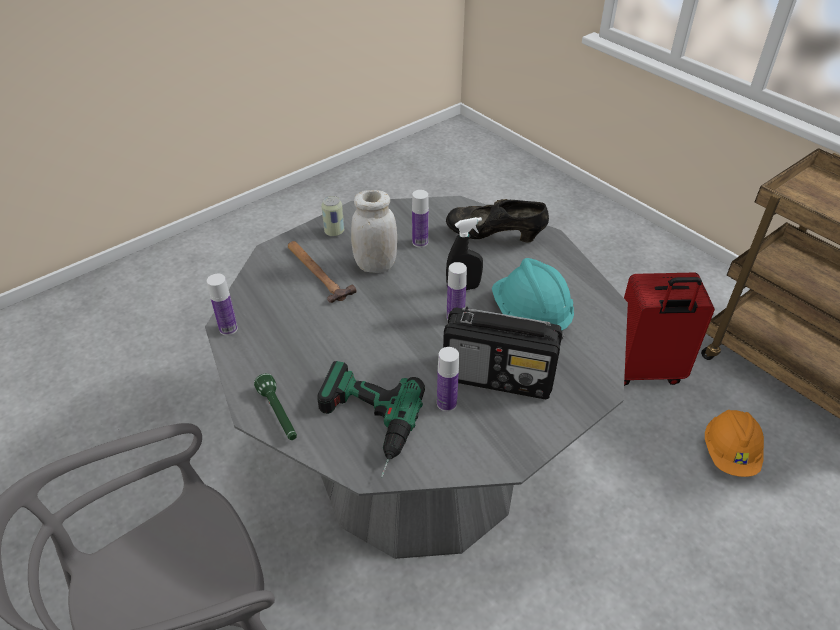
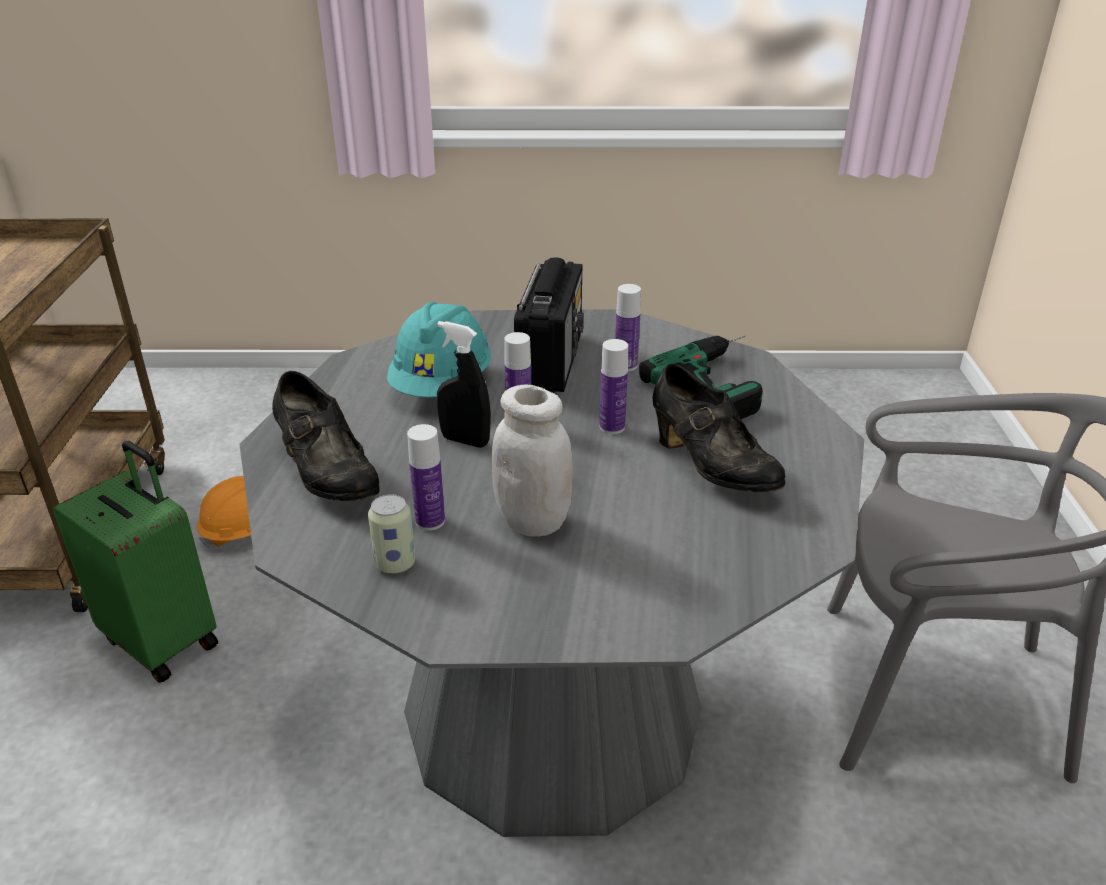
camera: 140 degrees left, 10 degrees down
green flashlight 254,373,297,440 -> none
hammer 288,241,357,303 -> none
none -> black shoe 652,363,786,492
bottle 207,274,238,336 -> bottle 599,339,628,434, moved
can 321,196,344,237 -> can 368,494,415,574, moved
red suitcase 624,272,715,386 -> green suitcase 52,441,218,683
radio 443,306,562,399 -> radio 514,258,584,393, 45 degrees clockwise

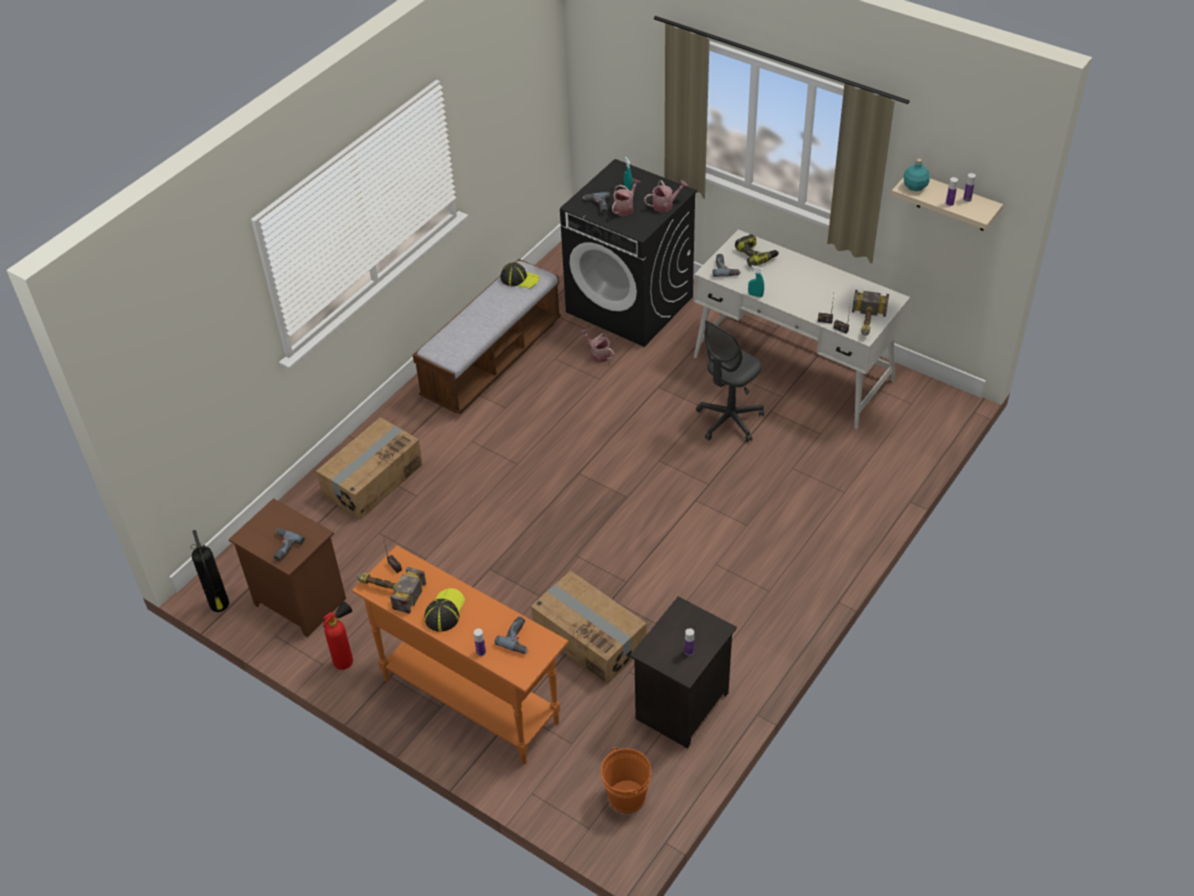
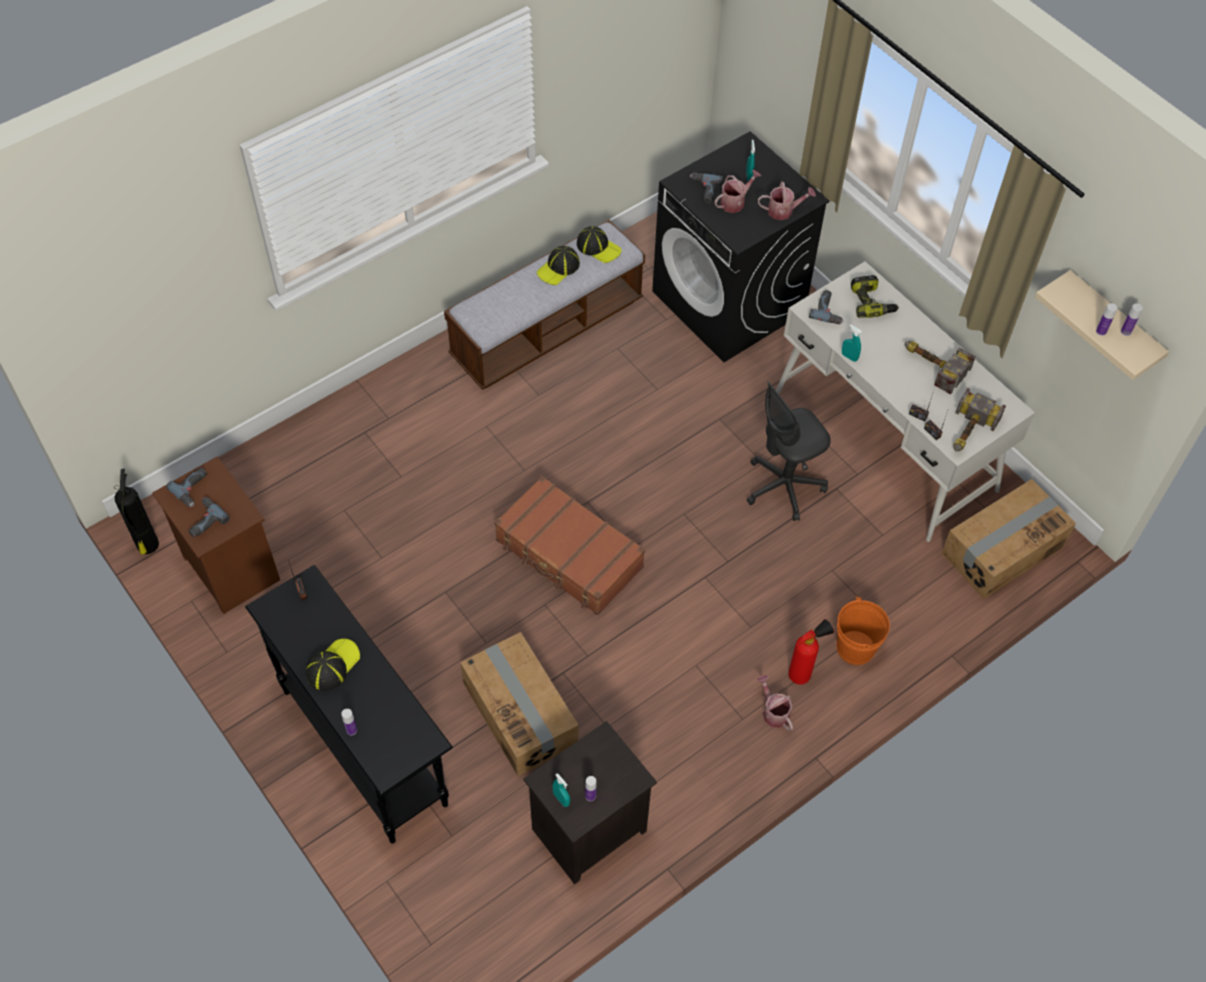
camera: 15 degrees right, 10 degrees up
turquoise bottle 904,159,930,191 -> none
none -> brown suitcase 494,476,645,615
none -> cap 537,246,580,285
none -> turquoise spray bottle 553,773,570,807
cardboard box 316,417,423,520 -> cardboard box 942,479,1076,599, moved
fire extinguisher 323,601,353,670 -> fire extinguisher 788,619,834,685, moved
hammer 357,567,426,614 -> hammer 905,341,976,395, moved
power drill 495,616,528,654 -> power drill 166,468,207,507, moved
watering can 580,328,615,363 -> watering can 757,675,793,731, moved
orange bucket 601,747,651,813 -> orange bucket 836,597,890,665, moved
orange console table 352,545,569,764 -> black console table 245,565,453,844

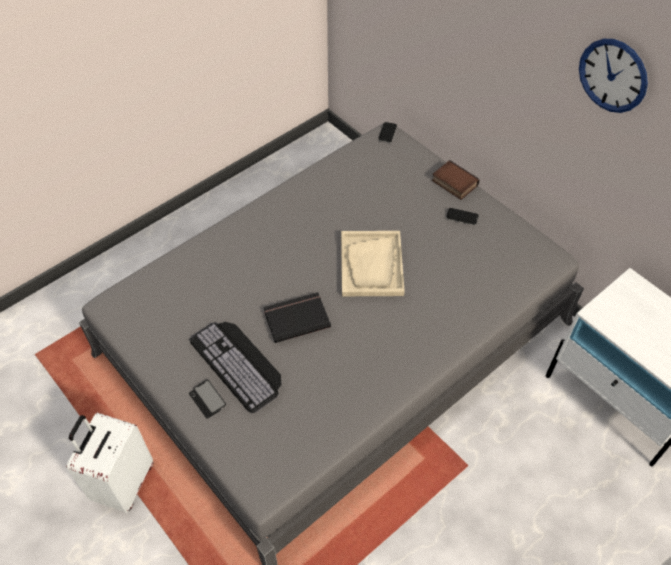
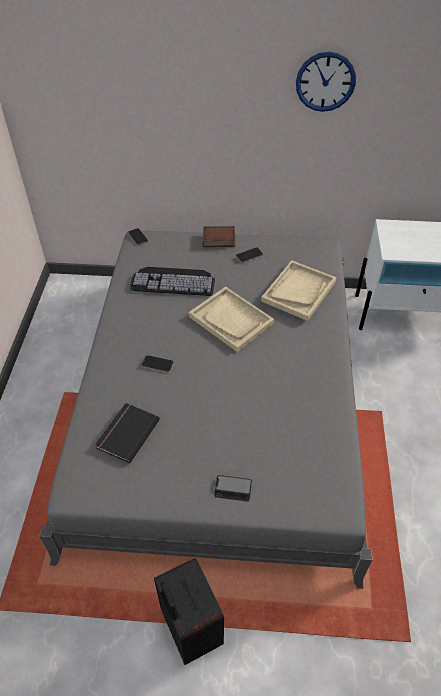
camera: 45 degrees left, 5 degrees down
none -> phone 141,355,174,372
none -> beige tray 261,260,337,321
keyboard 189,322,281,413 -> keyboard 129,267,215,296, moved
black book 263,292,331,343 -> black book 95,403,160,464, moved
white suitcase 66,413,153,513 -> black suitcase 154,558,224,665

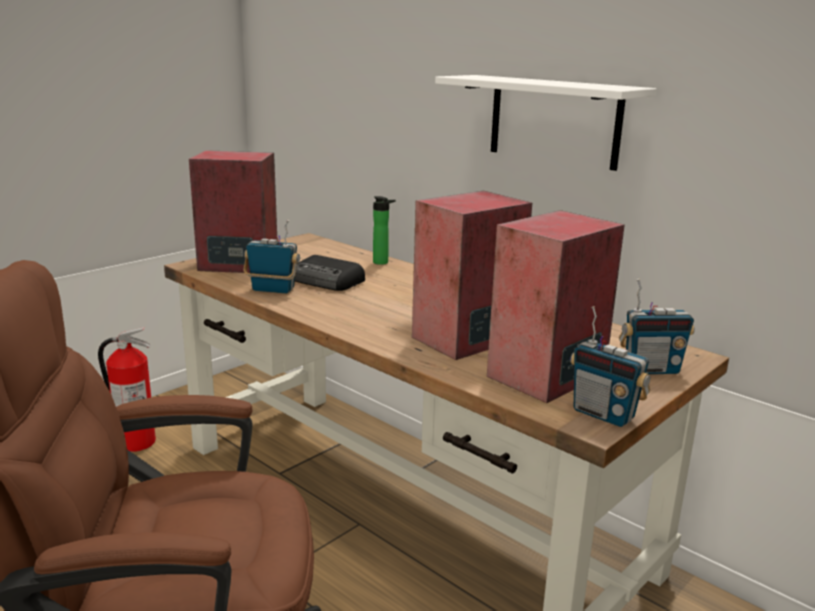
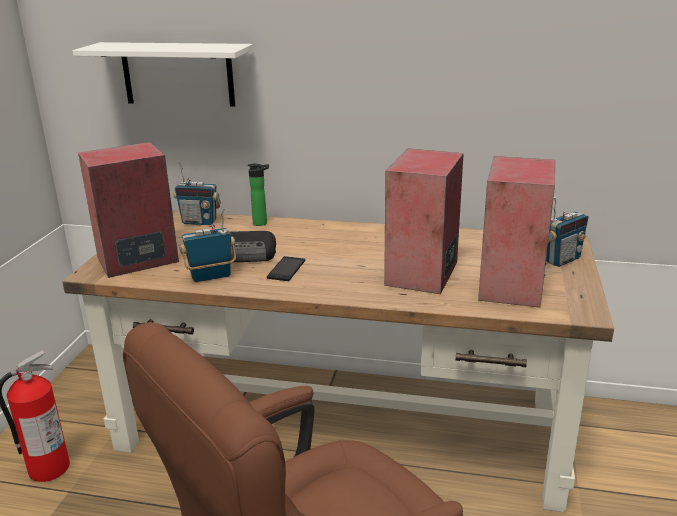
camera: 30 degrees left, 5 degrees up
none -> phone 267,256,305,281
white shelf 435,75,657,171 -> white shelf 72,42,253,107, moved
radio 570,306,650,427 -> radio 174,162,221,225, moved

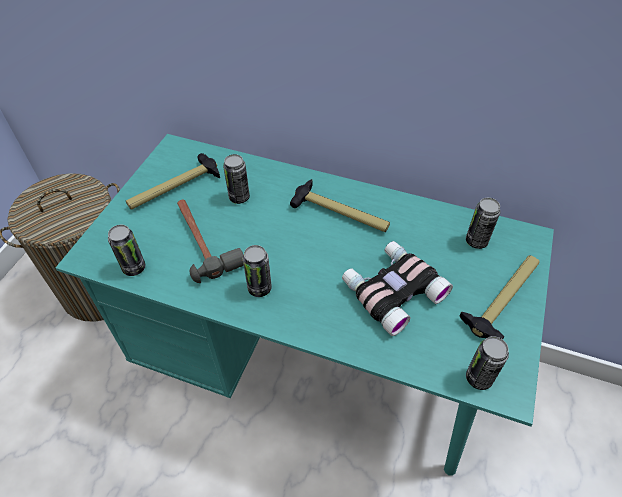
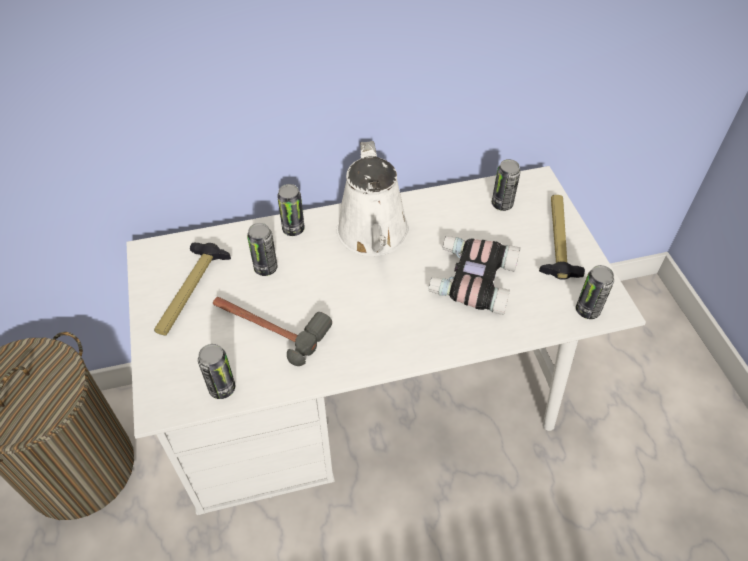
camera: 35 degrees left, 0 degrees up
can 243,245,272,297 -> can 277,184,305,236, moved
hammer 290,179,390,232 -> white watering can 337,141,409,256
turquoise desk 55,134,554,476 -> white desk 126,166,646,515

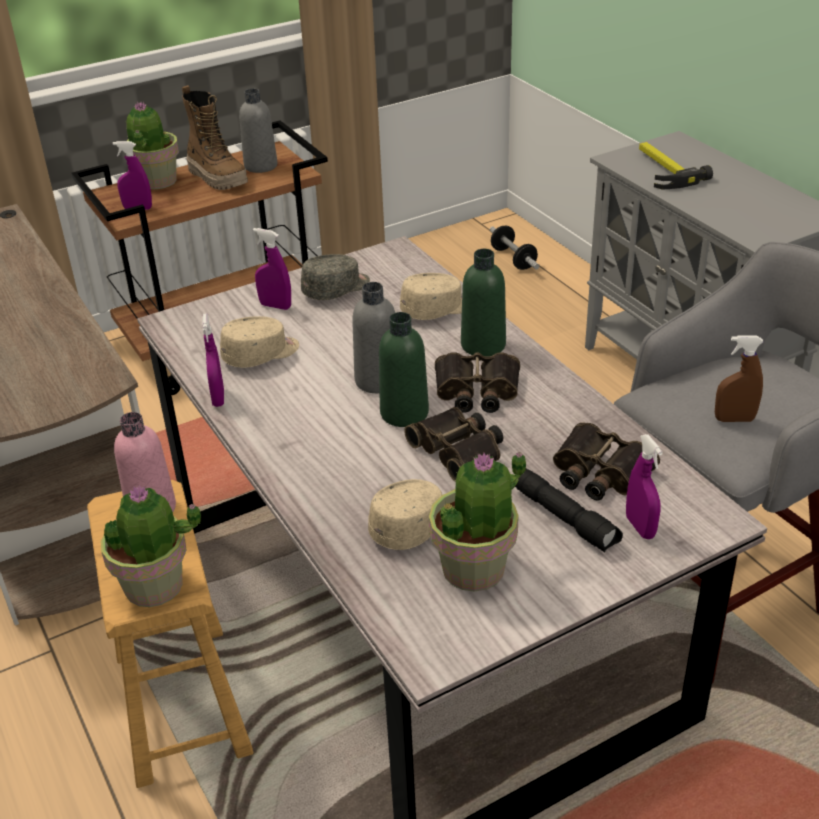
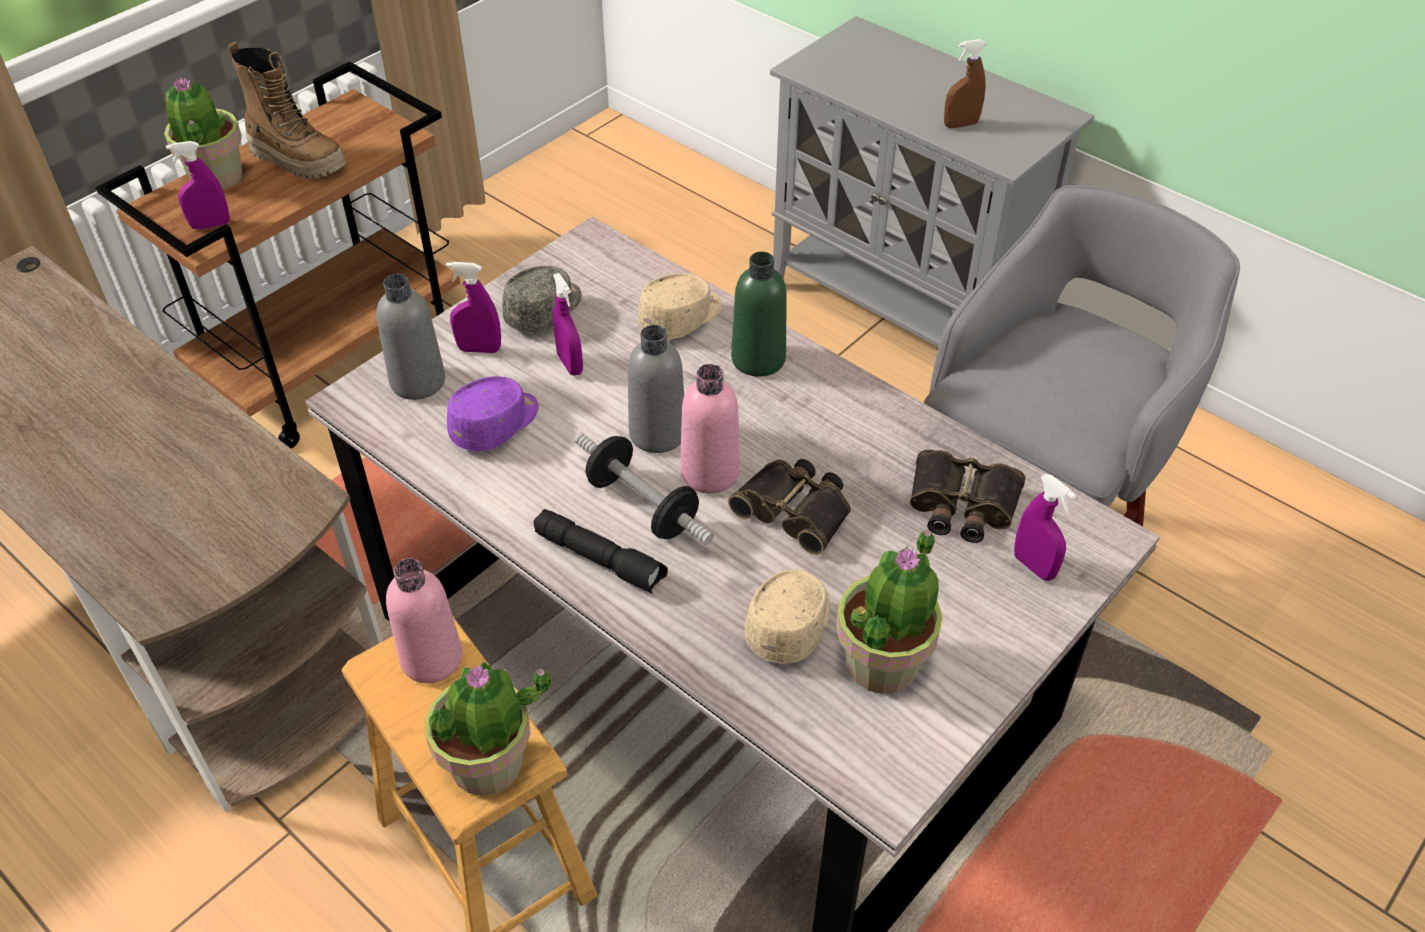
camera: 20 degrees left, 10 degrees up
binoculars 435,352,520,413 -> none
hammer 639,142,713,189 -> none
purple spray bottle 202,314,224,407 -> purple spray bottle 553,273,583,376, moved
grey bottle 239,89,277,173 -> grey bottle 377,274,445,400, moved
dumbbell 490,225,540,270 -> dumbbell 574,433,714,545, moved
black flashlight 515,468,623,553 -> black flashlight 533,509,668,593, moved
brown spray bottle 715,336,763,422 -> brown spray bottle 944,39,986,128, moved
beige cap 220,316,299,368 -> purple cap 447,376,539,452
green bottle 379,312,429,427 -> pink bottle 680,364,740,494

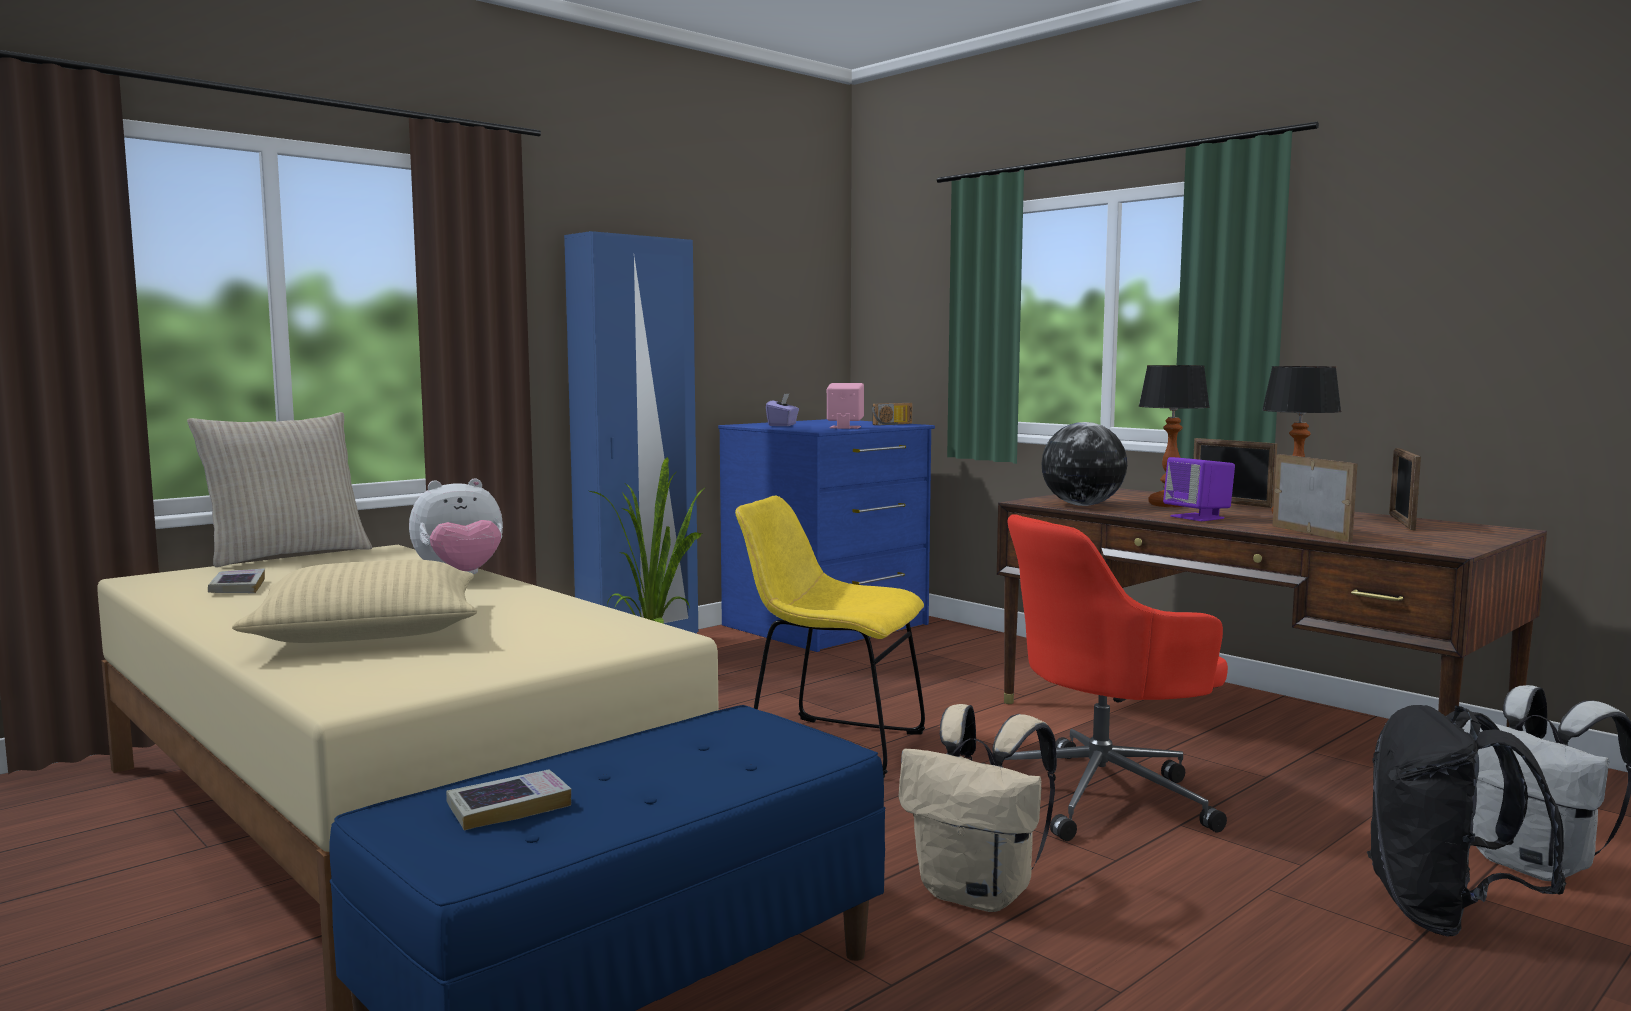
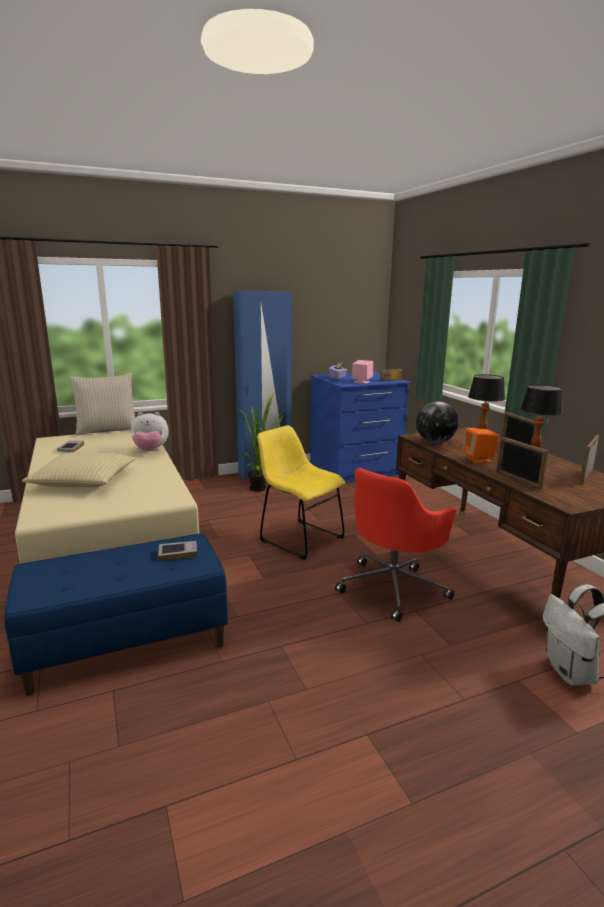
camera: 20 degrees right, 10 degrees up
beige backpack 899,704,1057,912 -> none
black backpack 1367,705,1566,936 -> none
book 446,769,571,831 -> book 158,541,197,560, moved
purple speaker 1163,457,1235,521 -> orange speaker 462,428,499,463
red office chair 984,514,1228,841 -> red office chair 335,468,456,622, 45 degrees counterclockwise
picture frame 1272,454,1358,542 -> picture frame 496,436,548,490, 150 degrees clockwise

